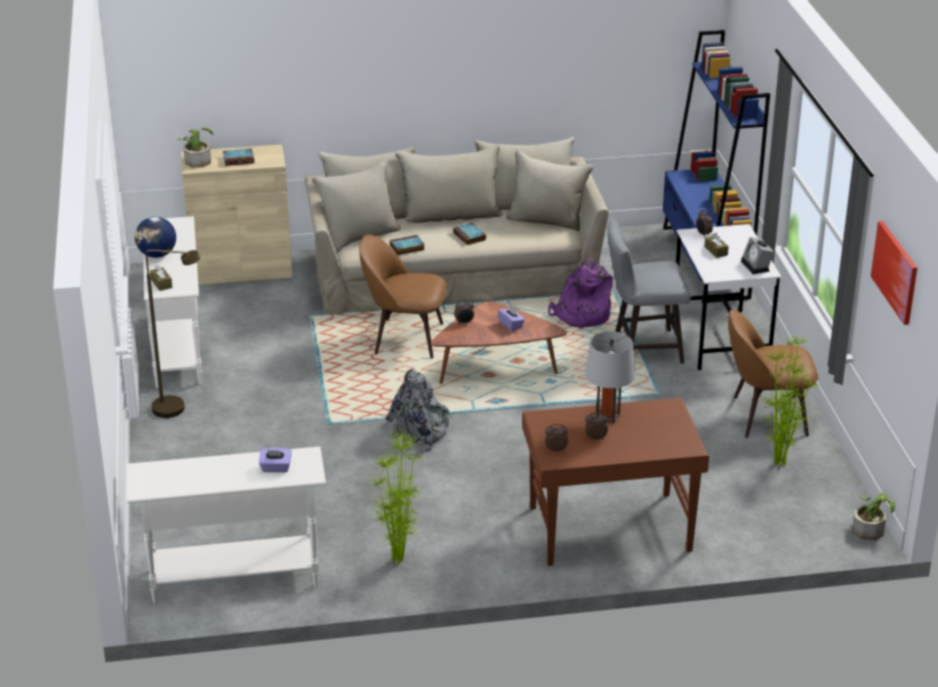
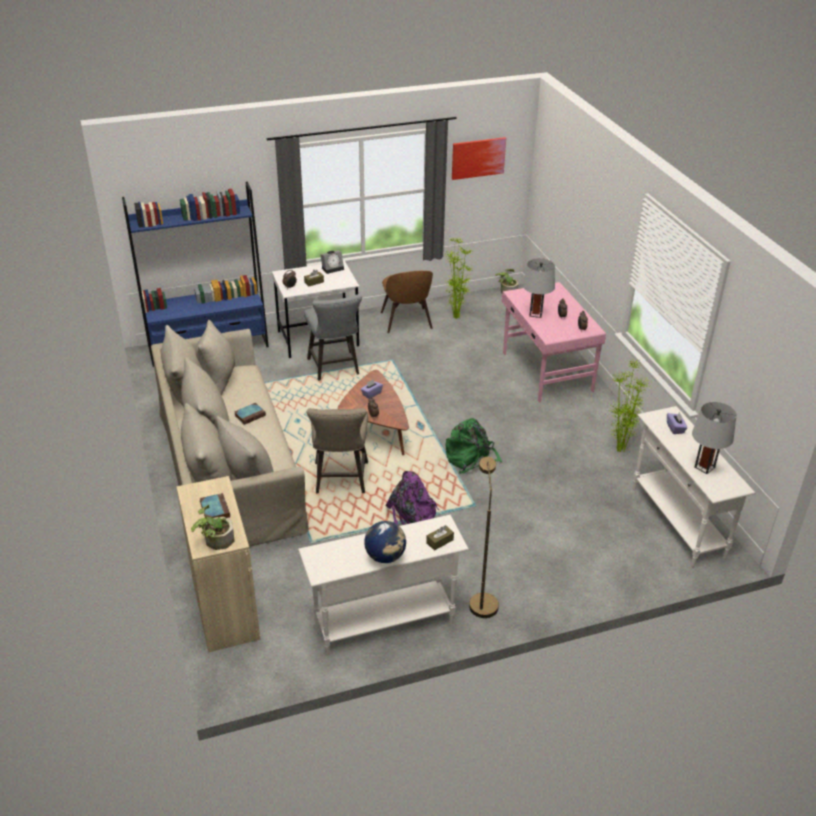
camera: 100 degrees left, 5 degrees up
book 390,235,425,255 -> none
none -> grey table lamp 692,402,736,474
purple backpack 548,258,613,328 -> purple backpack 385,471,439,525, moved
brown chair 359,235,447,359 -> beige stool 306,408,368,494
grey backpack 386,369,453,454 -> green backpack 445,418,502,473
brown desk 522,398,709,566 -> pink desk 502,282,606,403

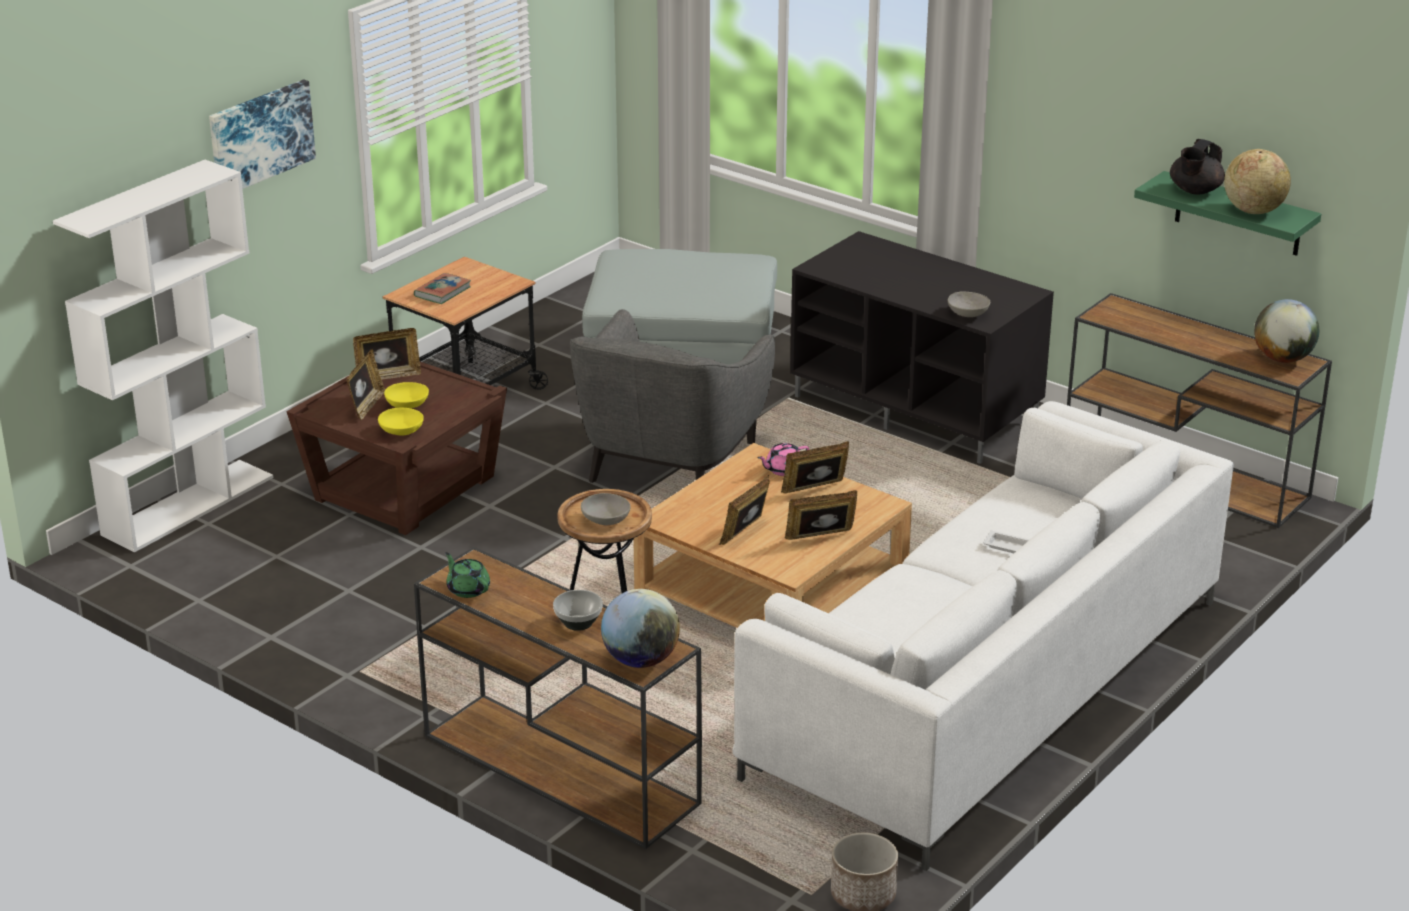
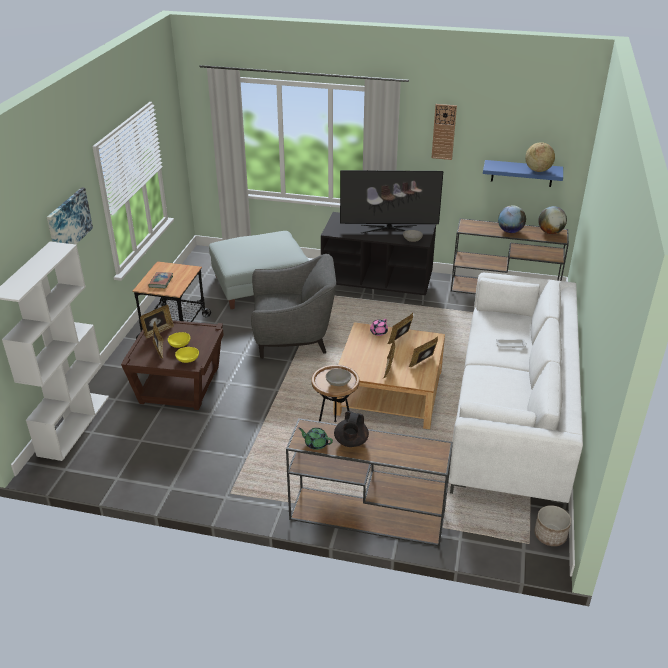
camera: 25 degrees left, 5 degrees up
bowl 553,590,603,631 -> none
none -> television 340,170,443,233
none -> wall clock 432,104,457,160
globe 601,589,680,668 -> globe 498,205,526,233, moved
black teapot 1170,139,1225,194 -> black teapot 334,411,369,447, moved
green shelf 1134,171,1321,256 -> blue shelf 483,160,563,187
grey armchair 570,309,775,483 -> grey armchair 251,254,336,359, 90 degrees counterclockwise

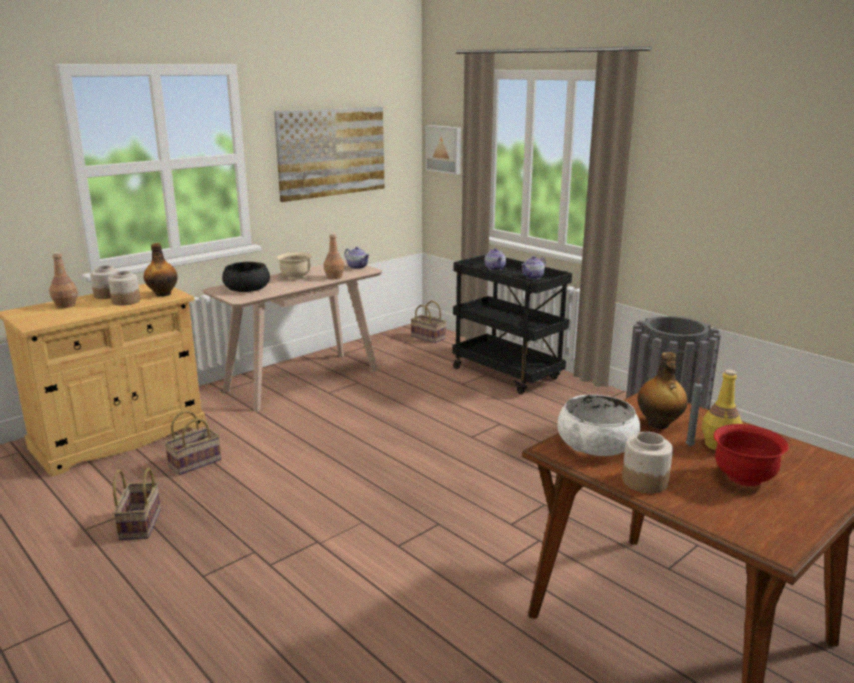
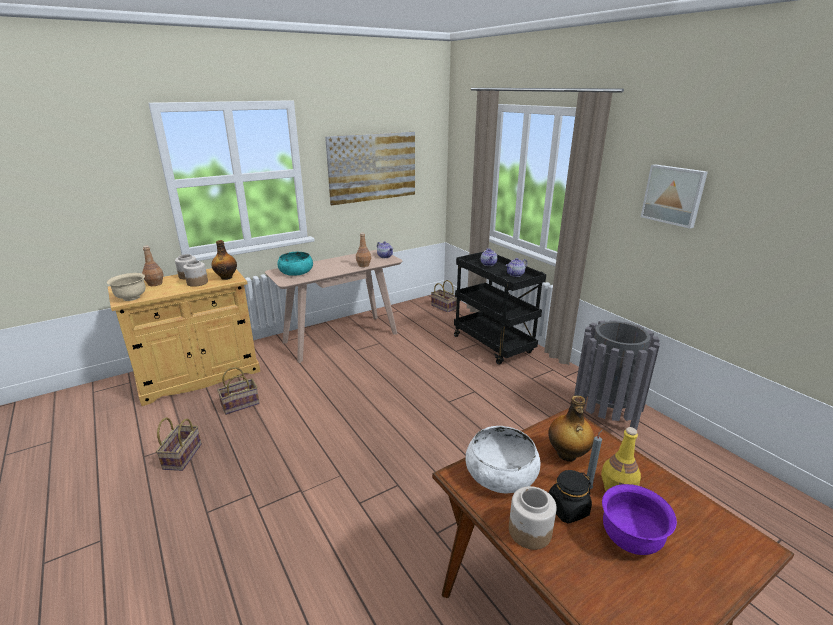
camera: 10 degrees right, 5 degrees up
none -> black jar 549,470,592,524
beige bowl 277,252,312,280 -> beige bowl 107,273,146,301, moved
picture 426,125,461,175 -> picture 641,164,708,229, moved
black bowl 222,262,270,292 -> turquoise bowl 278,252,313,276
red bowl 714,424,789,486 -> purple bowl 602,484,677,555

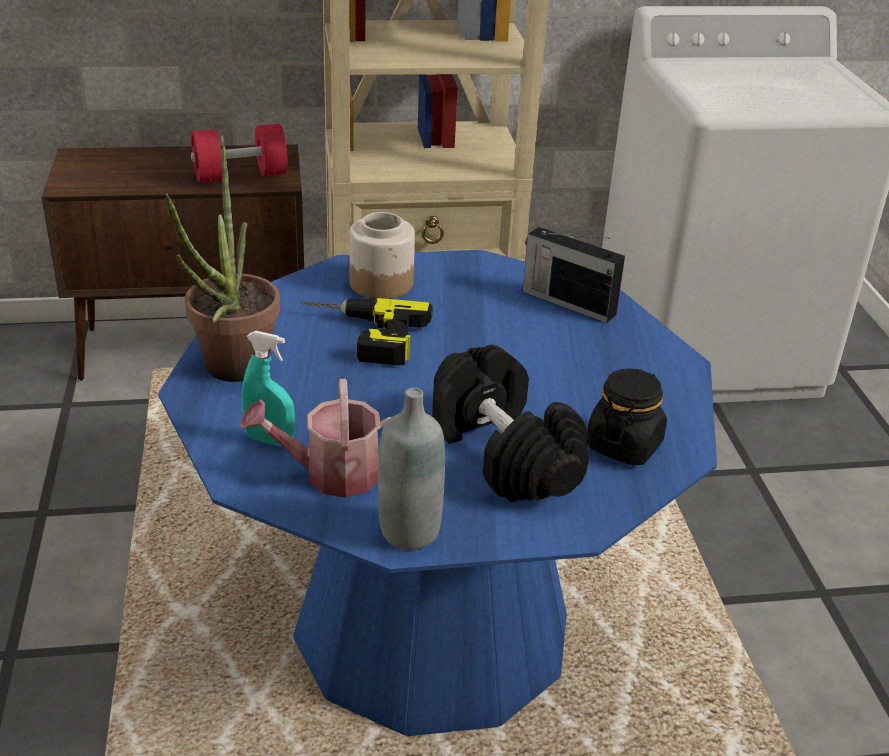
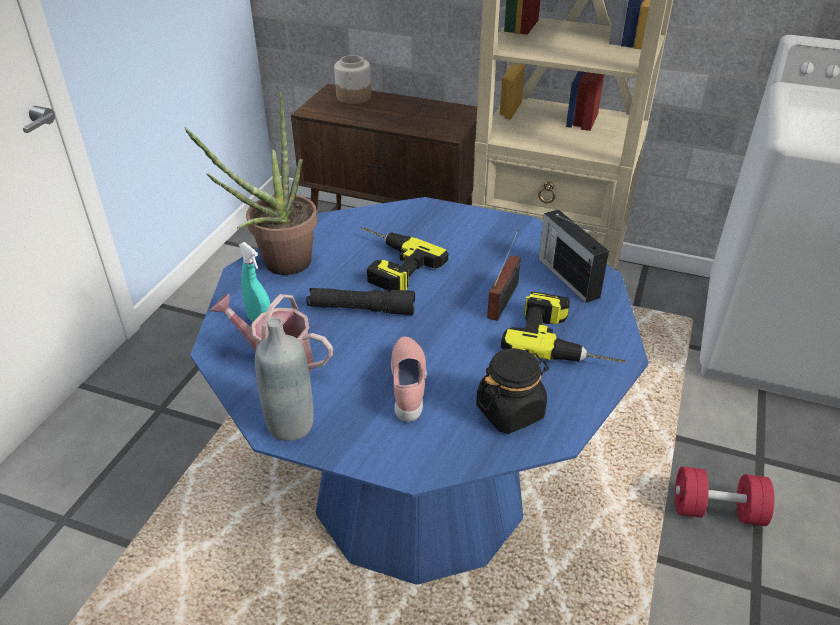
camera: 30 degrees right, 5 degrees up
none -> black flashlight 306,288,415,315
none -> radio 487,229,521,321
none -> power drill 501,292,626,363
red dumbbell 191,124,288,183 -> red dumbbell 675,466,775,526, moved
jar 349,212,415,299 -> jar 334,55,371,104, moved
black dumbbell 432,344,589,502 -> pink shoe 391,337,427,422

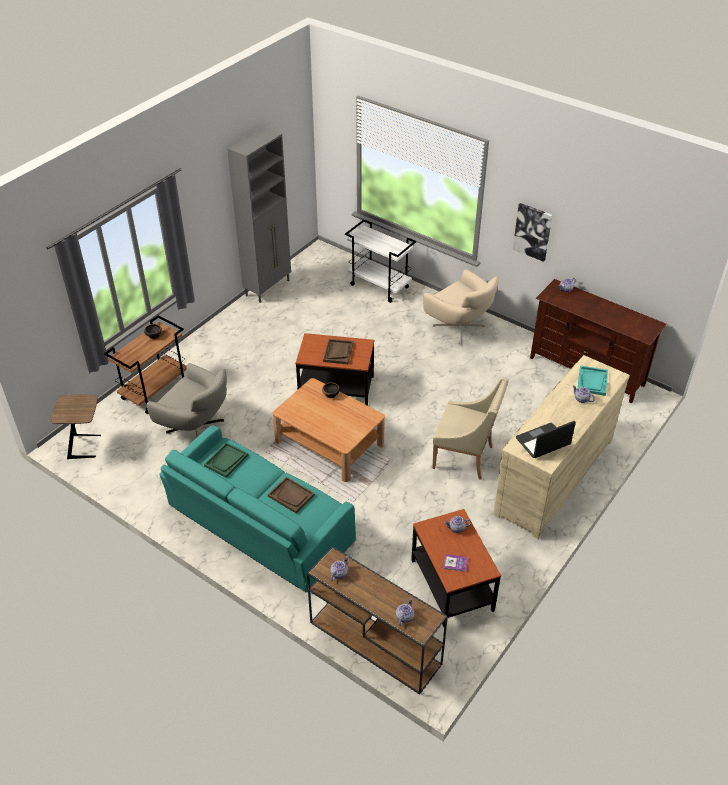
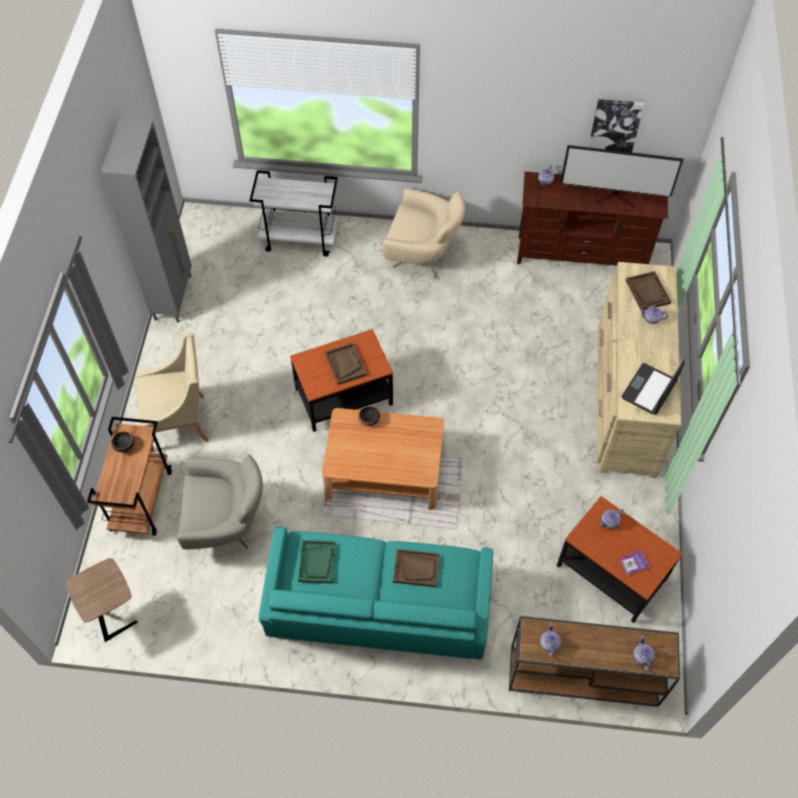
camera: 30 degrees left, 15 degrees up
none -> television 561,145,683,208
beige armchair 432,377,509,480 -> beige armchair 136,333,209,452, moved
picture 513,203,552,262 -> picture 588,99,644,153, moved
turquoise tray 577,366,608,396 -> brown tray 626,271,671,310

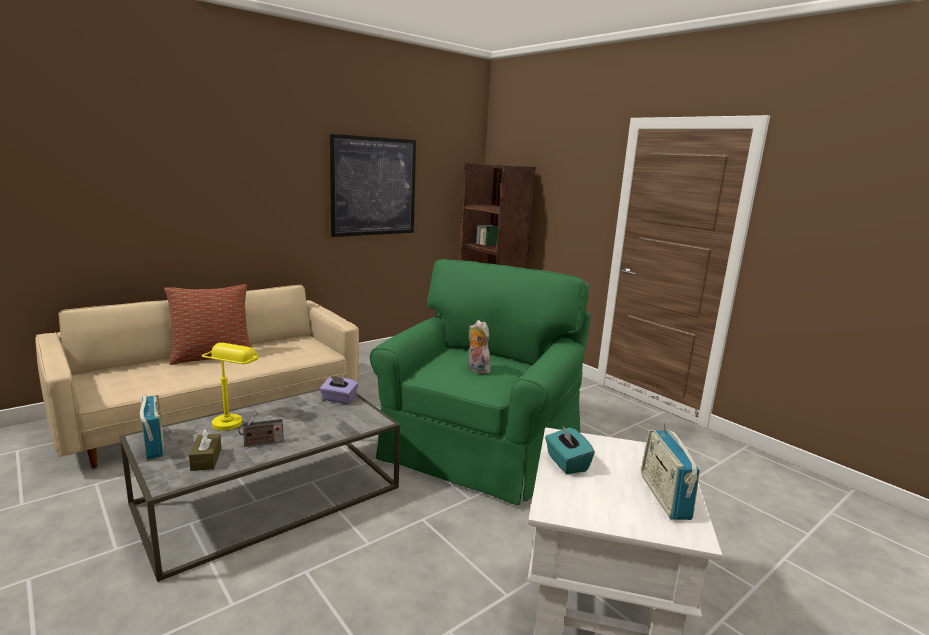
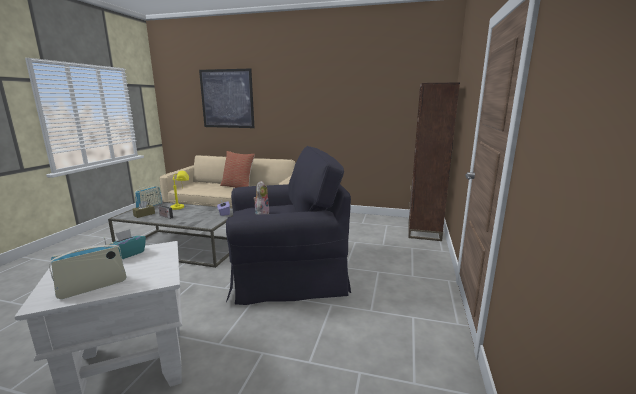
camera: 55 degrees right, 0 degrees up
picture 330,134,416,237 -> picture 199,69,254,128, moved
green armchair 370,259,591,505 -> black armchair 226,146,351,305

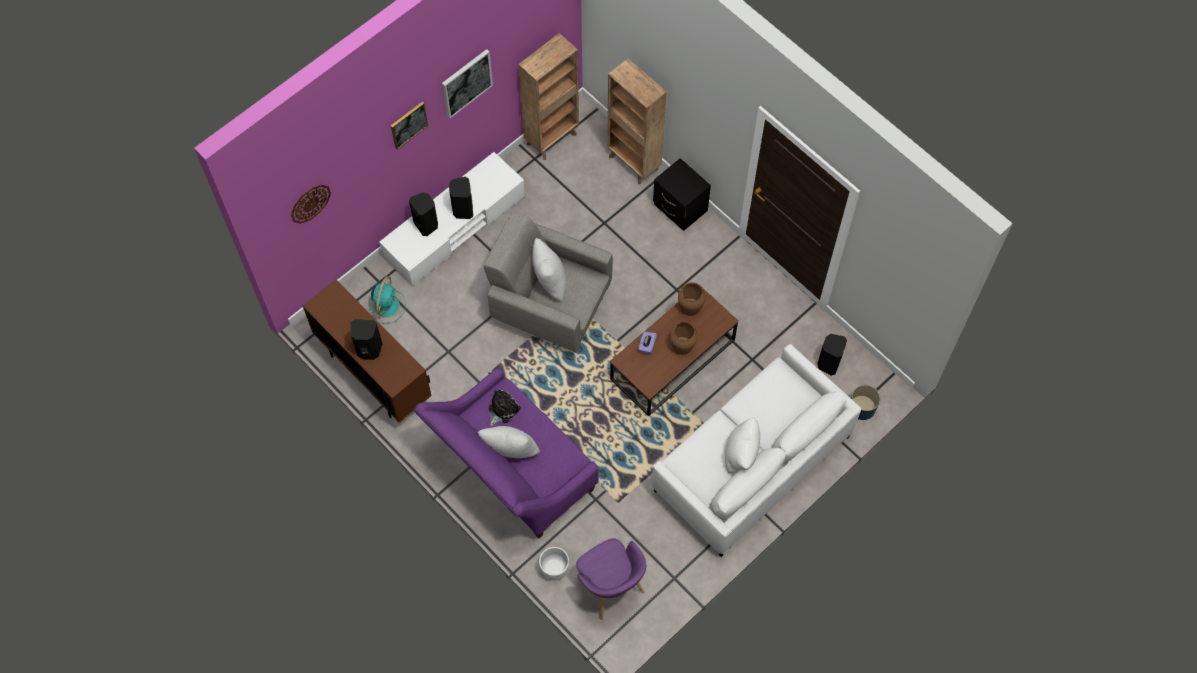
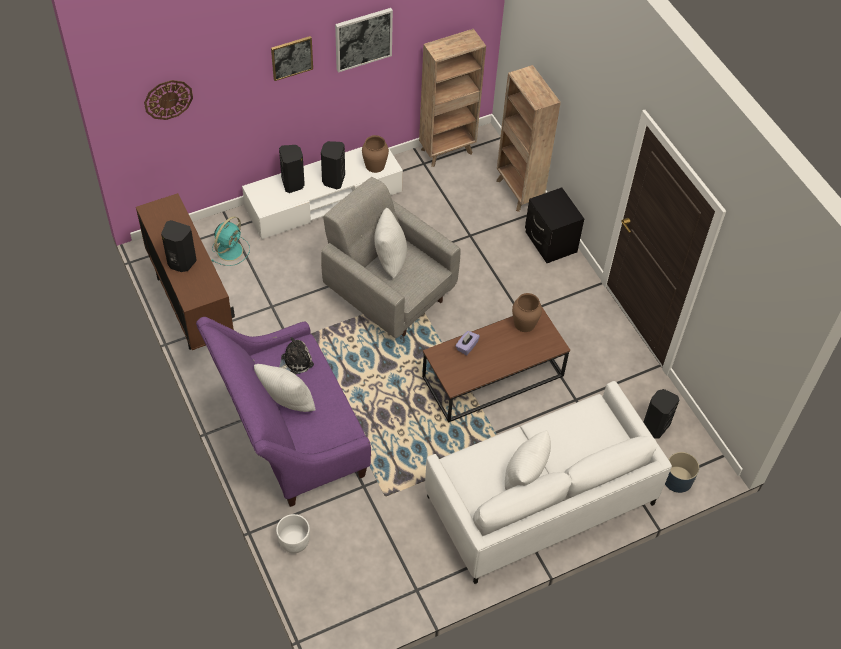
camera: 15 degrees right, 10 degrees down
purple armchair 576,538,646,620 -> none
brown vase 670,321,698,355 -> brown vase 362,135,389,173, moved

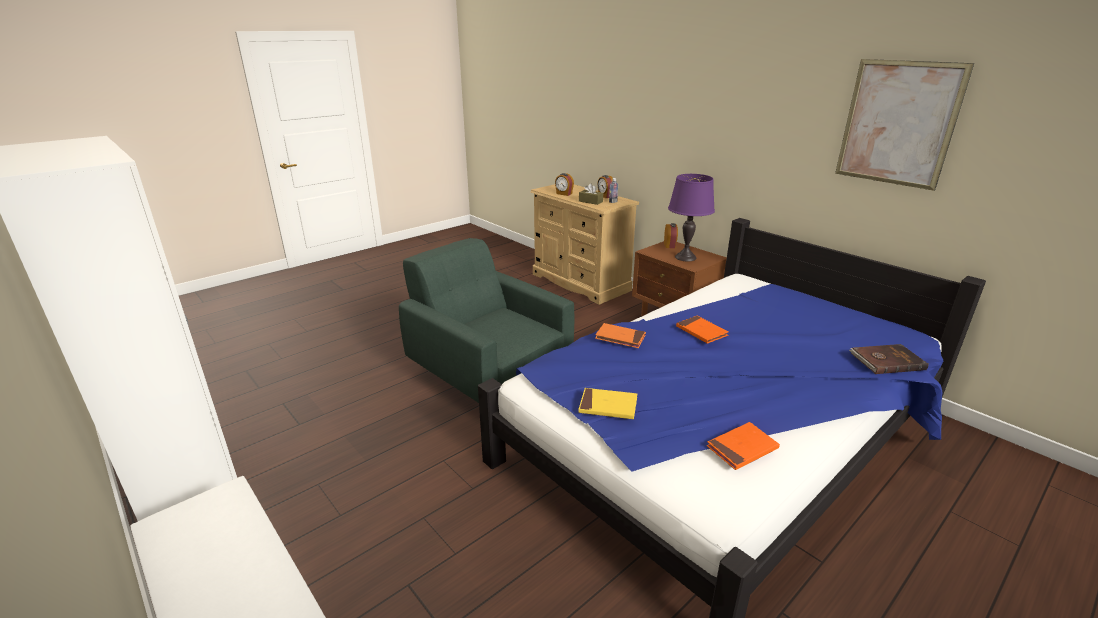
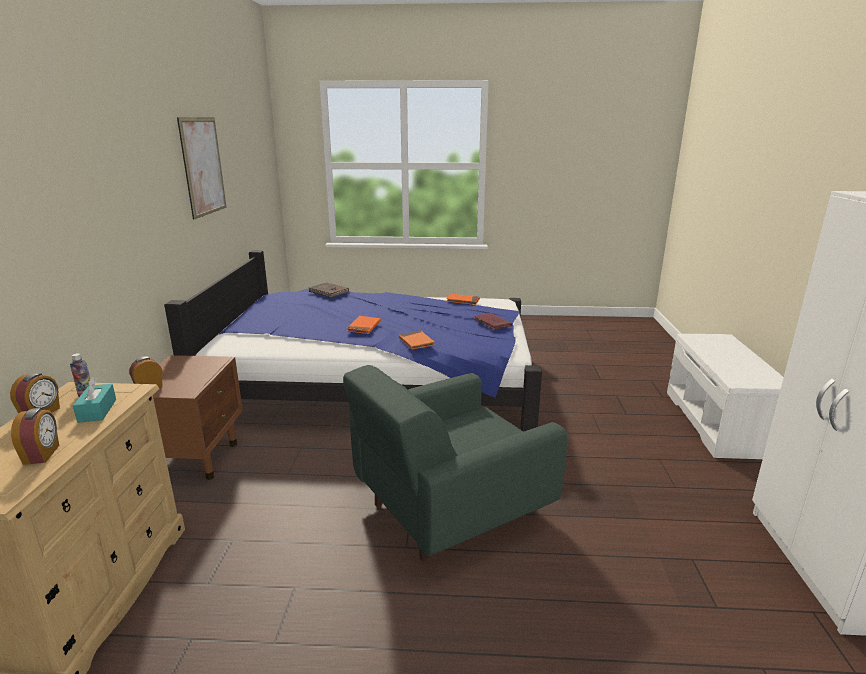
camera: 135 degrees left, 5 degrees down
purple table lamp 668,174,715,262 -> none
brown tissue box 579,184,603,205 -> turquoise tissue box 73,377,116,423
yellow book 579,388,637,419 -> red book 474,313,512,330
green armchair 399,238,574,403 -> green armchair 343,365,567,561, 60 degrees clockwise

